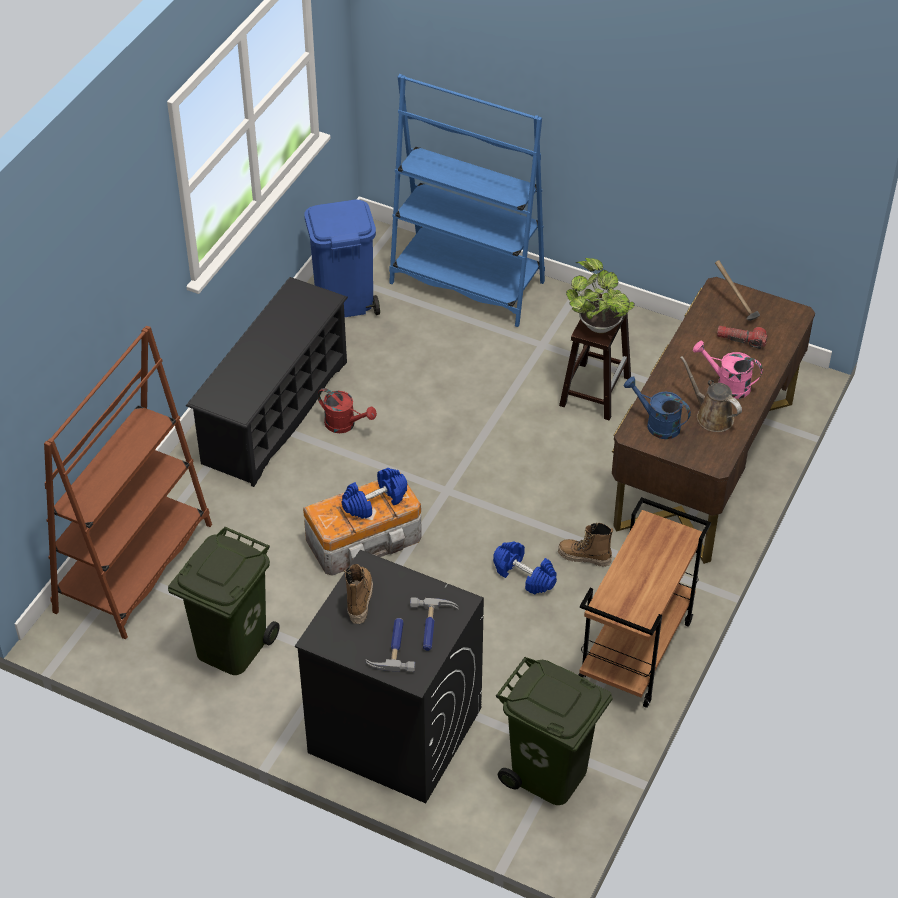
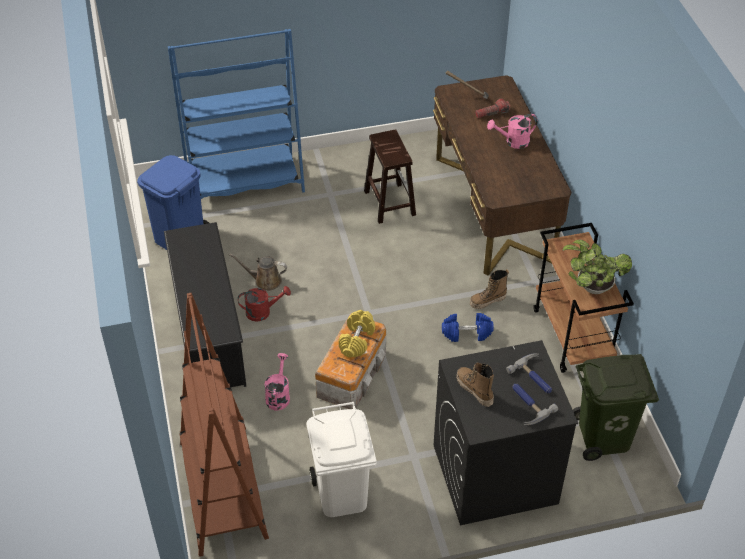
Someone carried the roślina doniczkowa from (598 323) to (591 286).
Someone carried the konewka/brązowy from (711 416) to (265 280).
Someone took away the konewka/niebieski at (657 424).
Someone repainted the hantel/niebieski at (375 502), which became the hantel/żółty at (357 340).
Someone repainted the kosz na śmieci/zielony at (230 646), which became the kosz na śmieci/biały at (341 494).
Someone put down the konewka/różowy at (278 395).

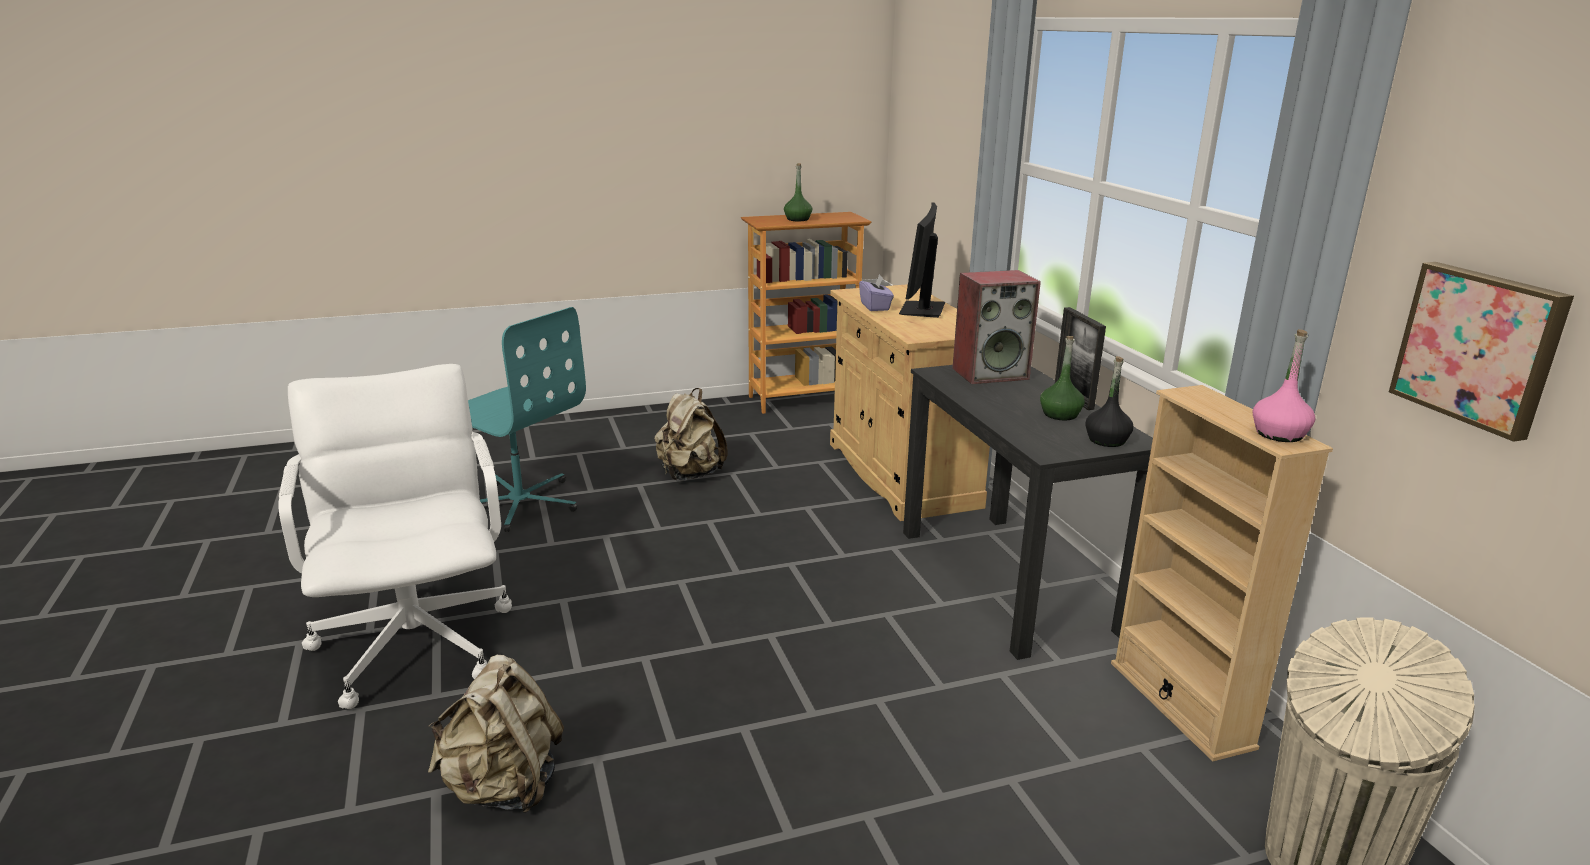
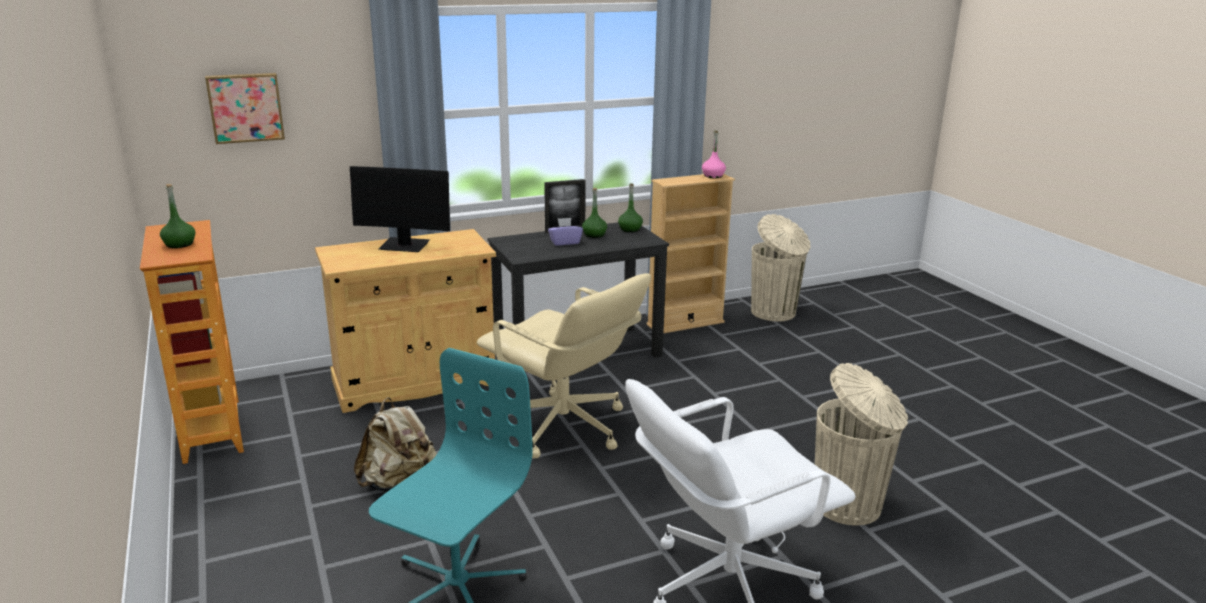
Someone carried the obraz from (1479 347) to (245 107).
Someone took away the głośnik at (991 373).
Someone carried the pudełko chusteczek/fioletowy from (875 307) to (565 242).
Someone repainted the butelka/czarny at (1107 440), which became the butelka/zielony at (630 229).
Someone swapped the plecak/beżowy at (503 787) for the kosz na śmieci/beżowy at (849 505).
Someone put down the krzesło biurowe/beżowy at (564 427).

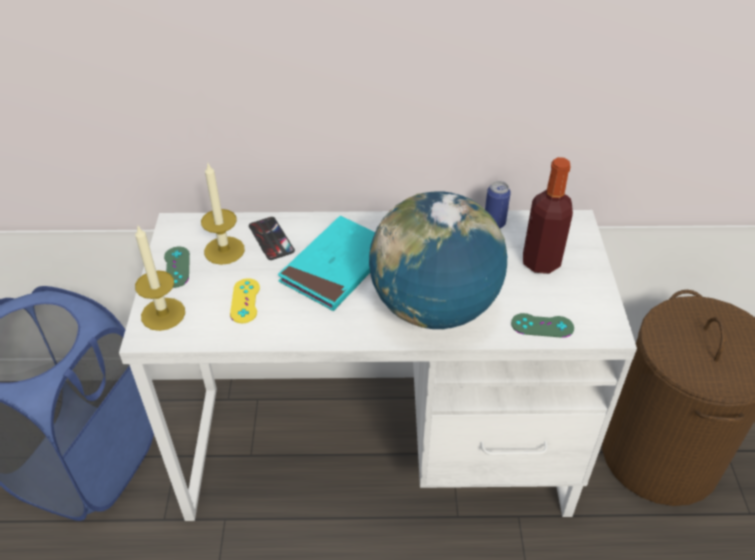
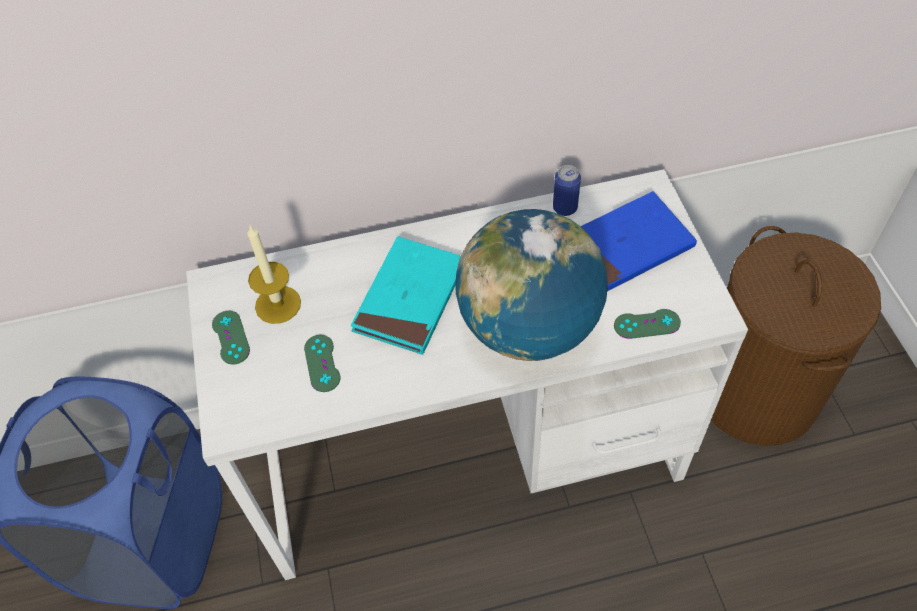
Someone swapped the butelka at (541 262) for the książka/niebieski at (626 246).
Someone took away the telefon at (271 239).
Someone took away the świeca at (163 314).
Someone repainted the pad do gier/żółty at (245 301), which became the pad do gier/zielony at (322 363).

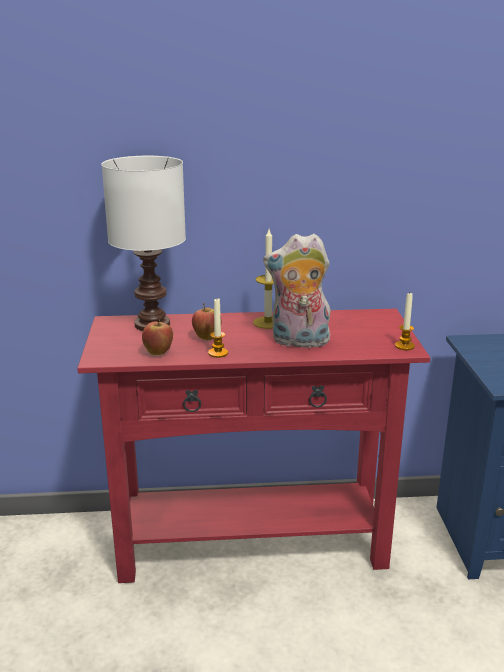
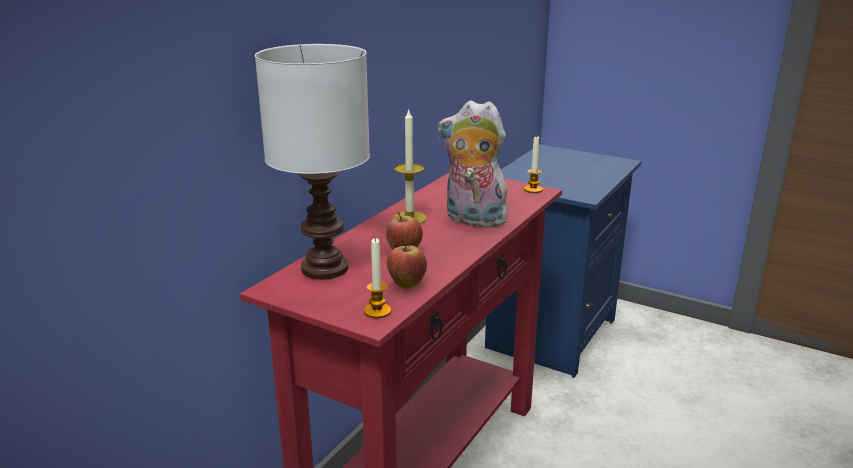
Someone rotated the pluszak at (298 342) by 75 degrees clockwise.
Someone carried the świeca from (218 353) to (377 311).

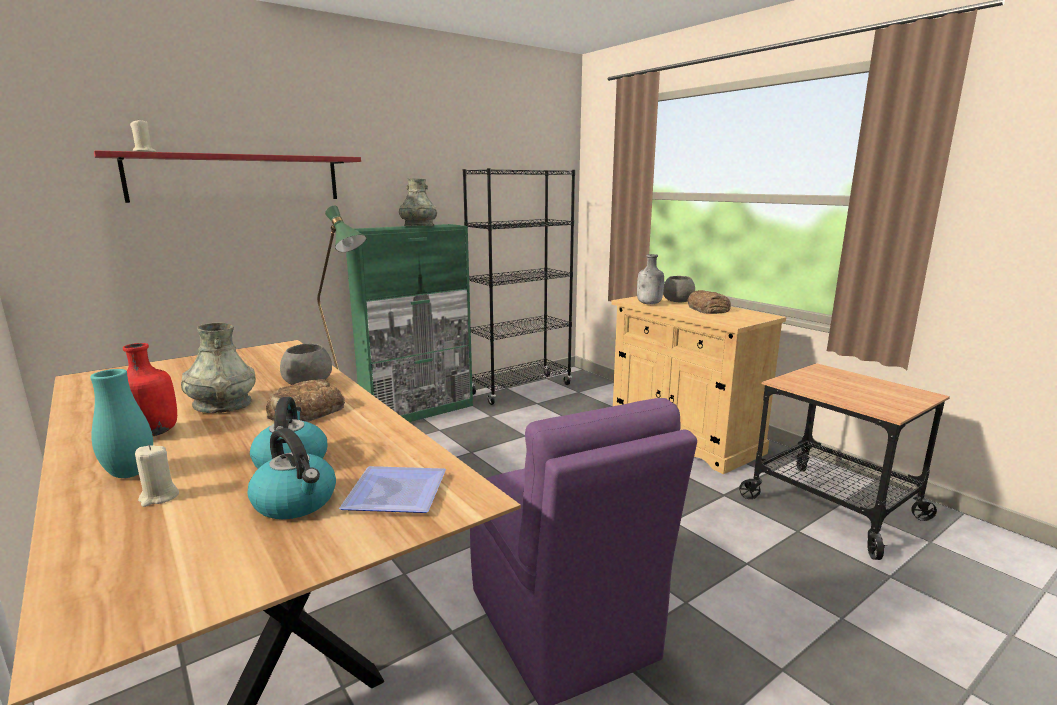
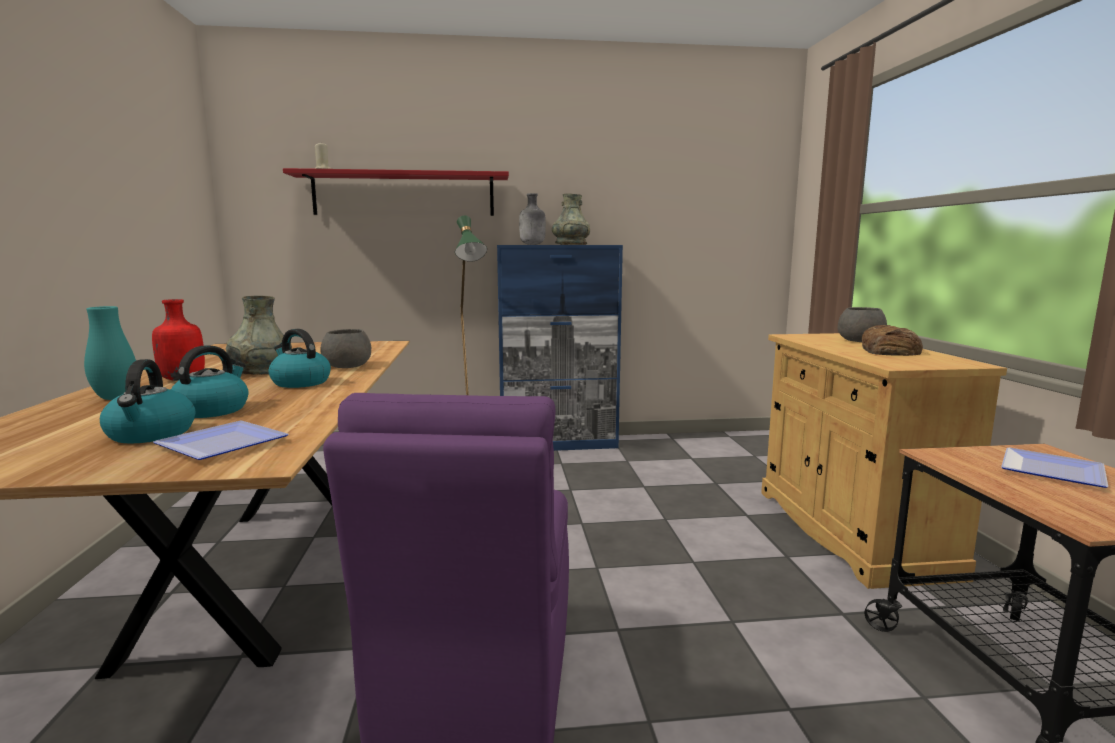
Someone took away the regał/czarny at (521 389).
Someone repainted the szafka/zielony at (419 412), which became the szafka/niebieski at (559 444).
Someone carried the butelka/szary from (649 304) to (532 244).
Someone swapped the chleb at (305 411) for the czajnik at (300 382).
Someone took away the świeca/beżowy at (159 497).
Someone put down the talerz at (1048 470).

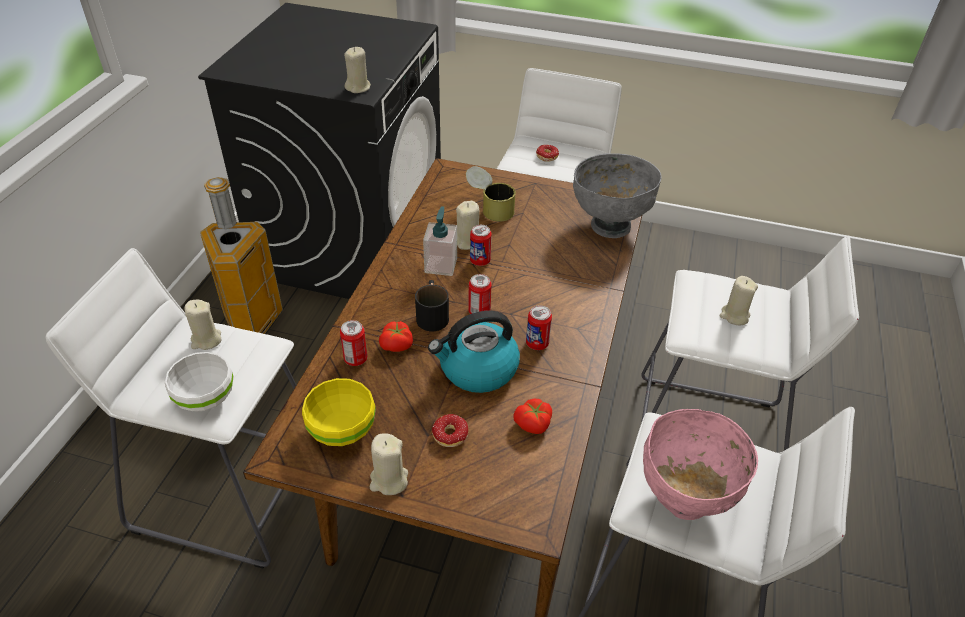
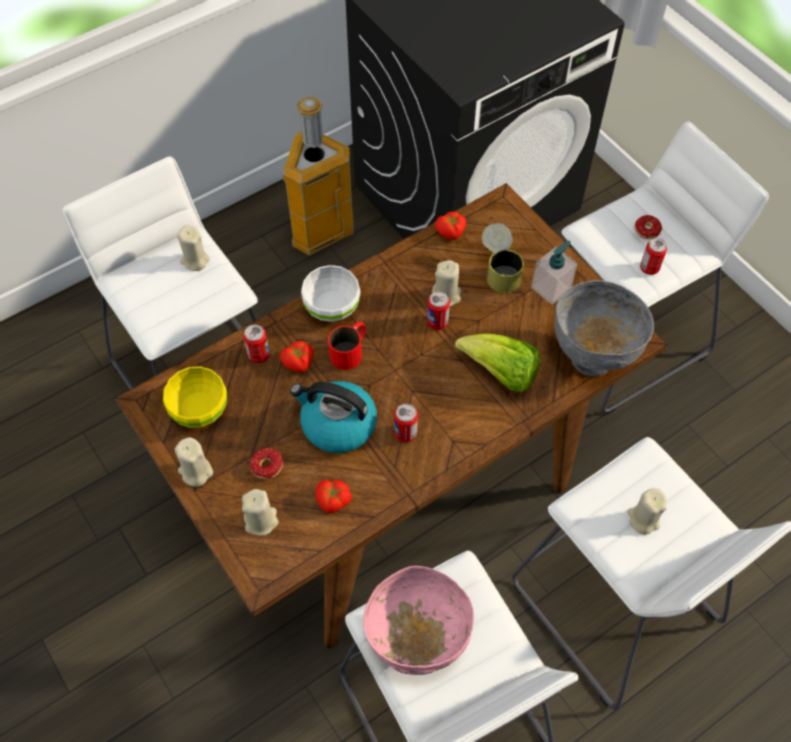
Someone carried the świeca/beżowy from (358 87) to (261 521).
Someone carried the dozownik mydła from (441 265) to (551 288).
Someone carried the puszka from (479 311) to (649 268).
Someone repainted the kubek/czarny at (432 313), which became the kubek/czerwony at (350 350).
Someone carried the miska/biały from (205 399) to (331 308).
Someone put down the pomidor at (451 232).
Someone put down the sałata at (500 373).

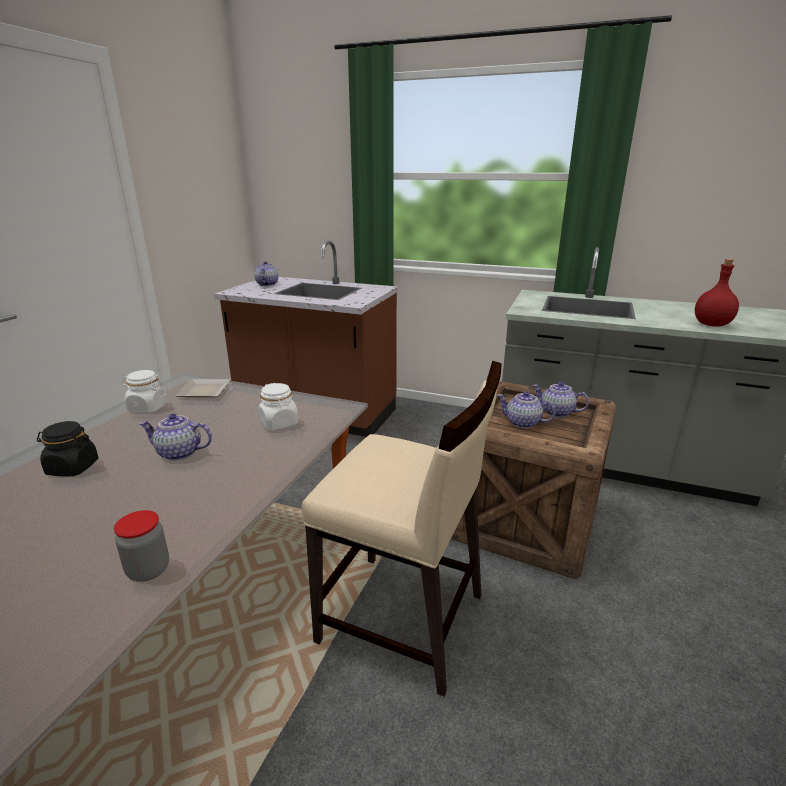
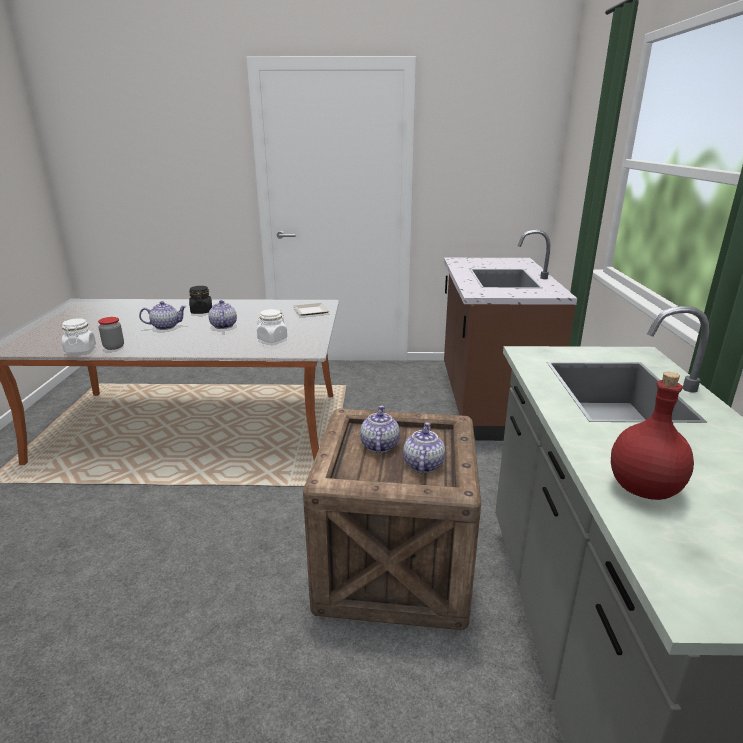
Someone carried the imbryk from (267 284) to (166 326).
Someone took away the krzesło/beżowy at (403 620).
Someone carried the słoik/biały from (147 408) to (80 349).

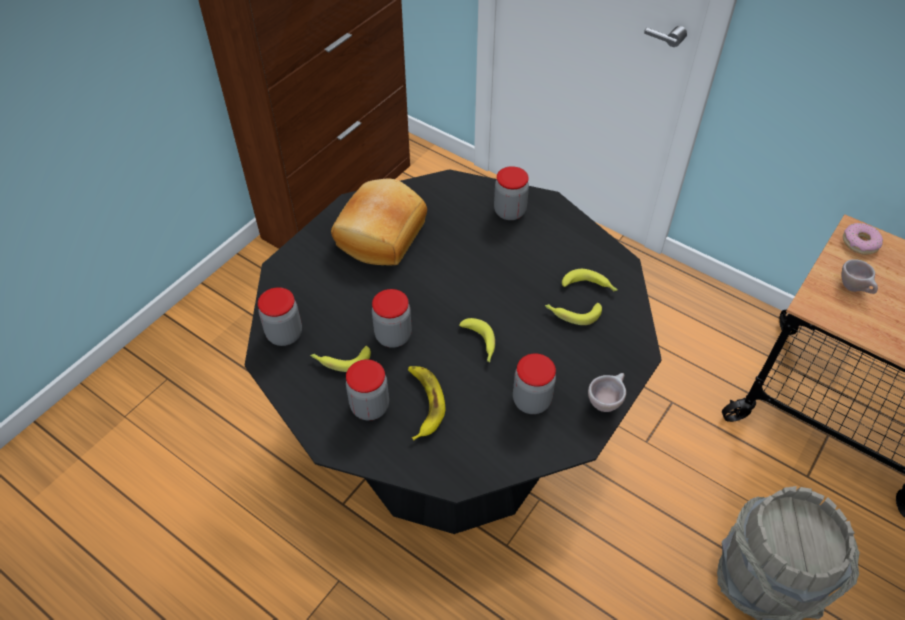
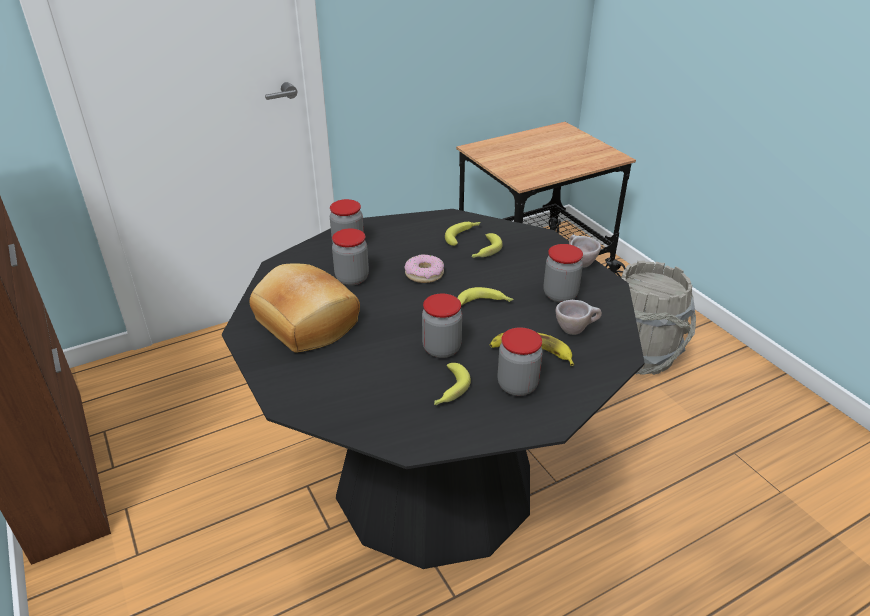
Someone carried the donut from (859 243) to (424 274).
Someone carried the filiżanka/beżowy from (854 288) to (576 330).
Someone carried the słoik from (284 334) to (352 278).

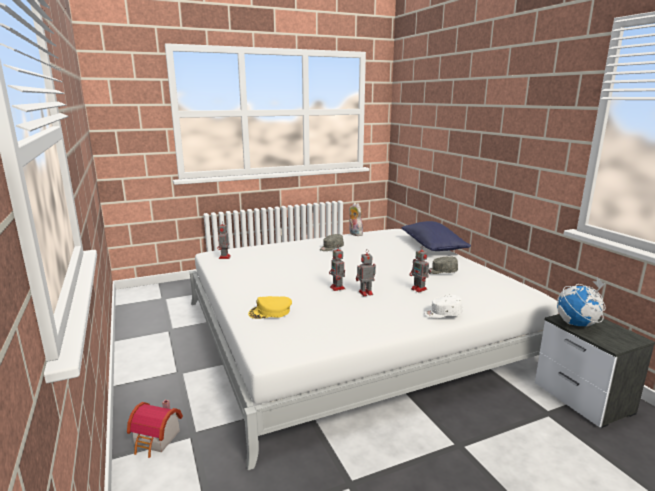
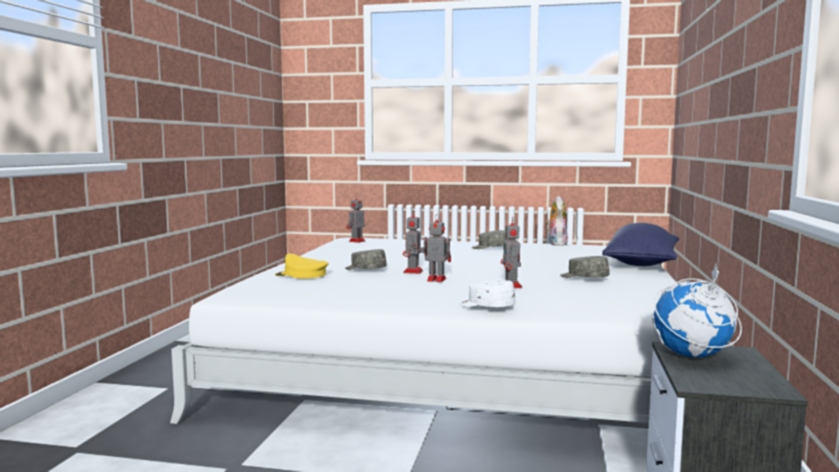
Someone took away the domek at (156 440).
Someone put down the czapka z daszkiem/szary at (365 269).

